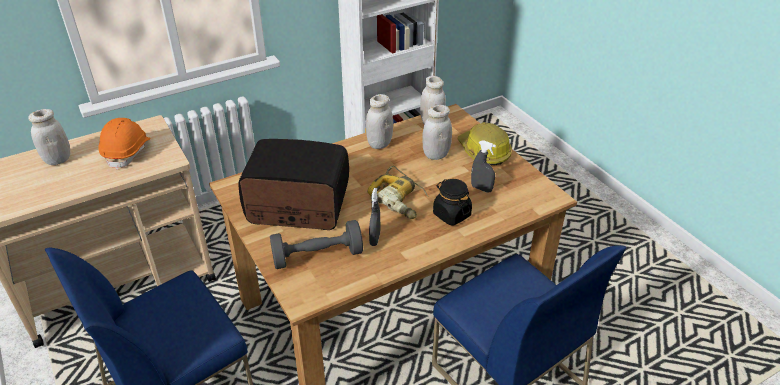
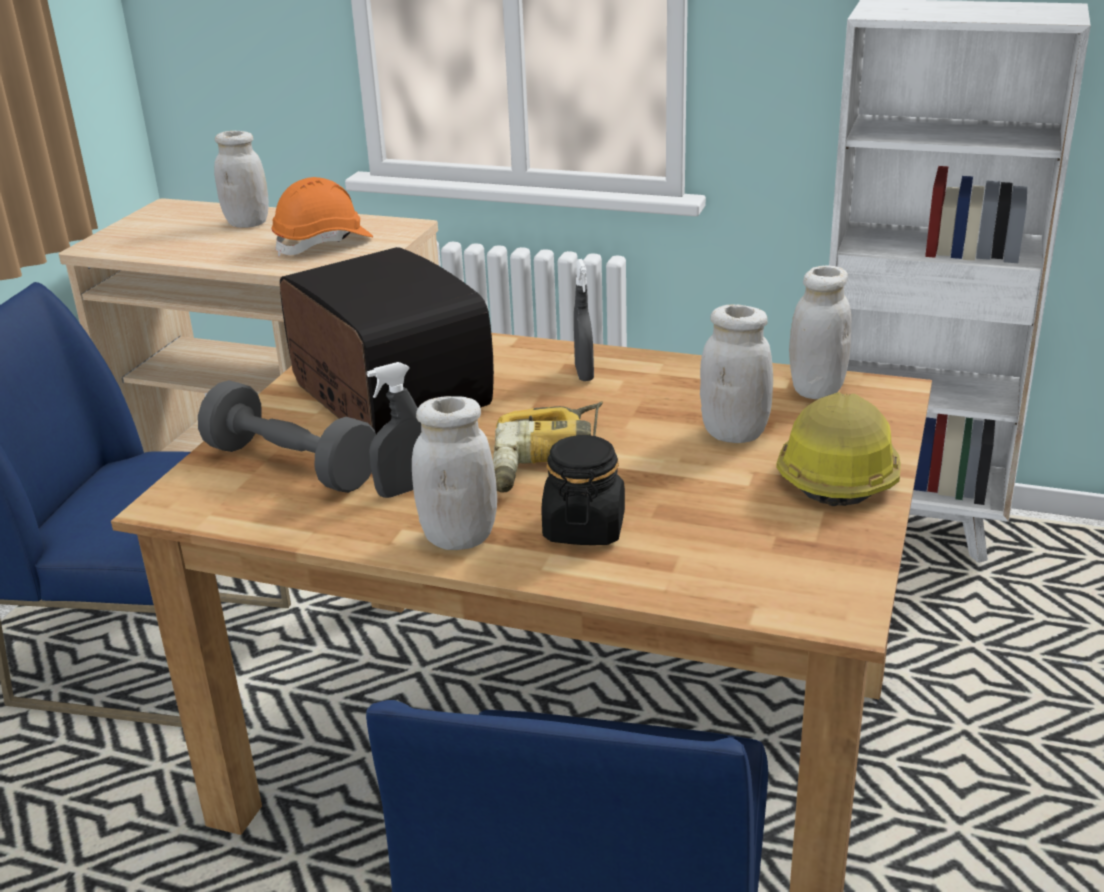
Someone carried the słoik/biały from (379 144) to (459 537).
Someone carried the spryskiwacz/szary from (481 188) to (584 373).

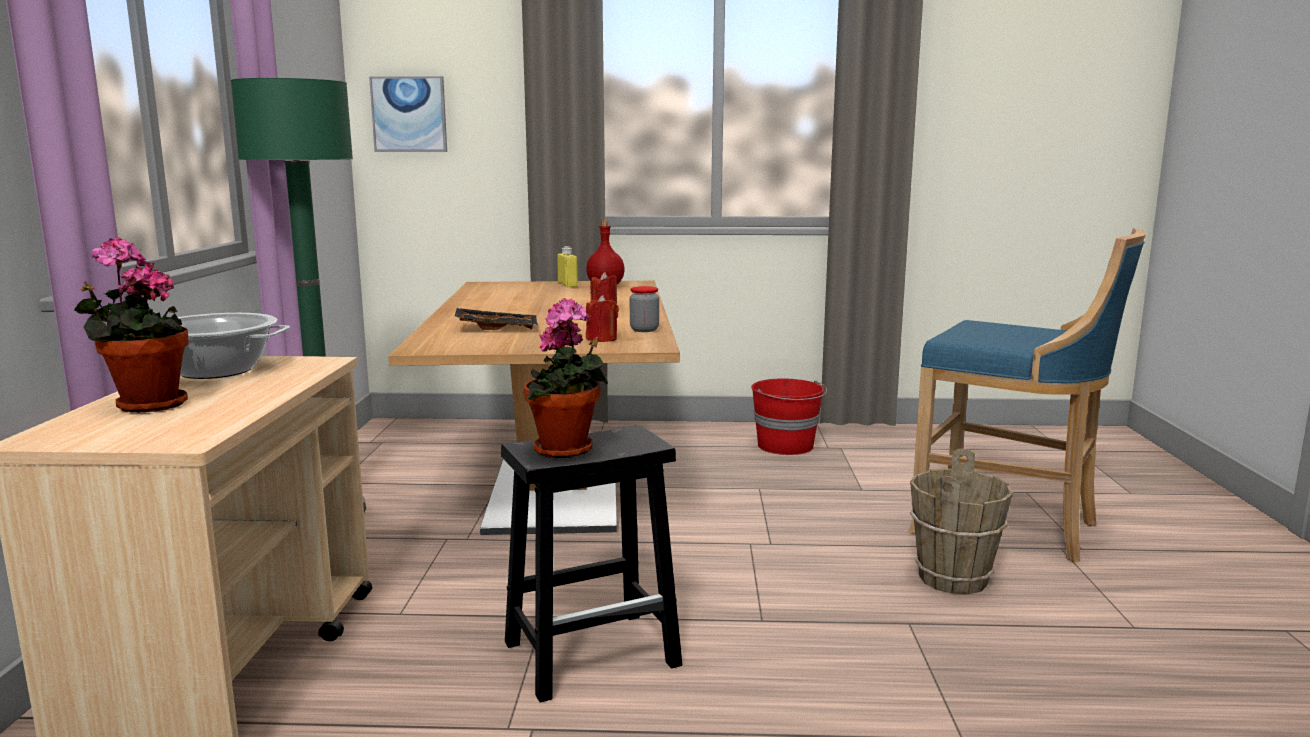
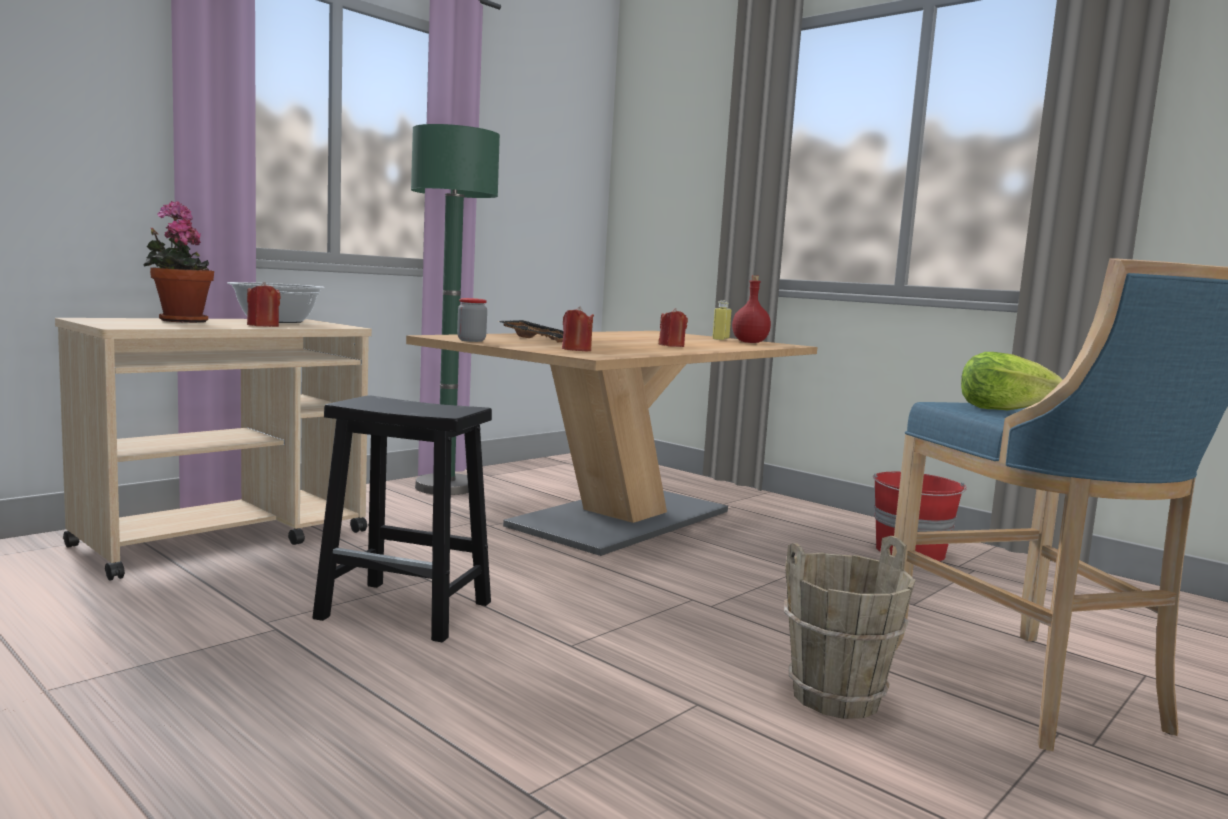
Someone took away the obraz at (409 114).
Someone carried the słoik from (644 330) to (471 340).
Someone took away the roślina doniczkowa at (567 451).
Someone put down the świeca/czerwony at (263 326).
Someone put down the sałata at (1001 410).

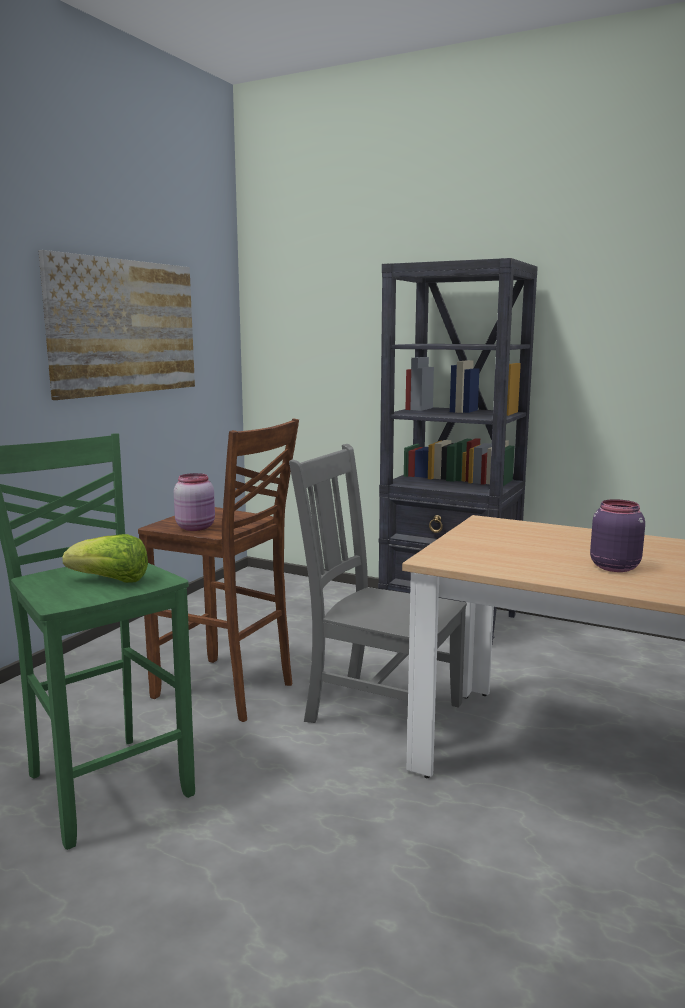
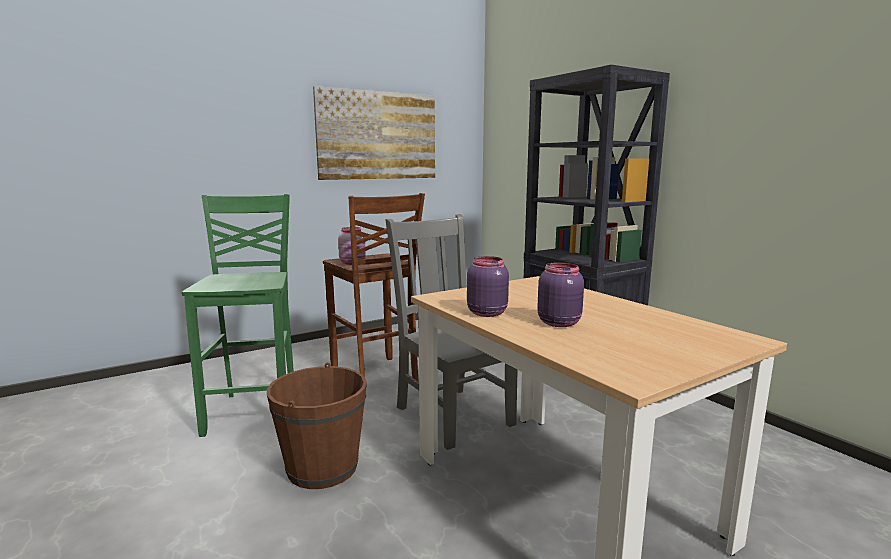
Someone took away the sałata at (111 581).
Someone put down the słoik/fioletowy at (486 312).
Someone put down the wiadro/brązowy at (322 468).

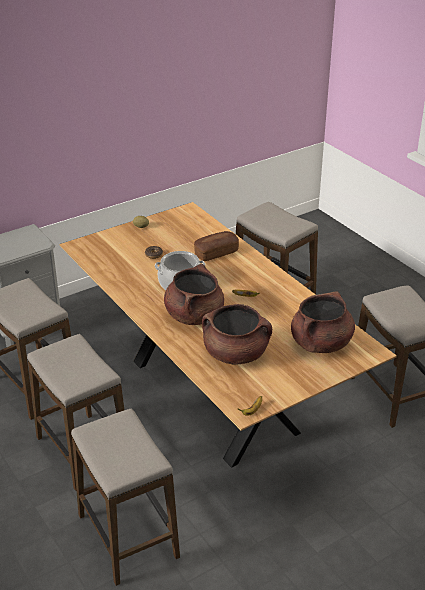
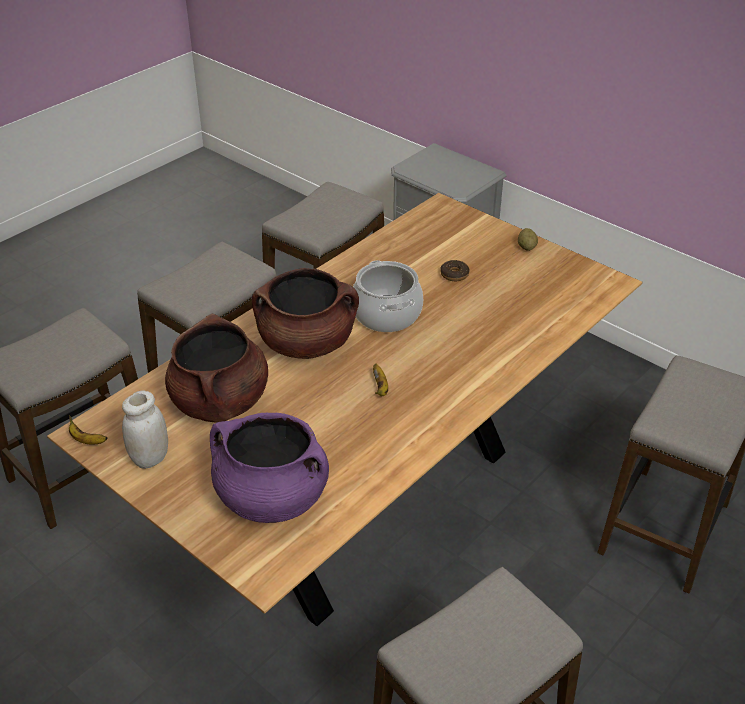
Someone took away the chleb at (216 253).
Someone repainted the garnek/brązowy at (321 344), which became the garnek/fioletowy at (272 497).
Someone put down the słoik/biały at (150 458).

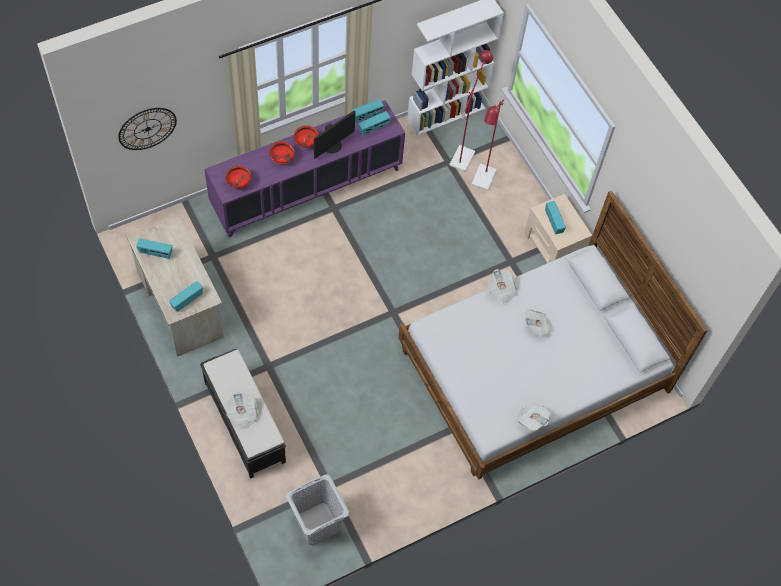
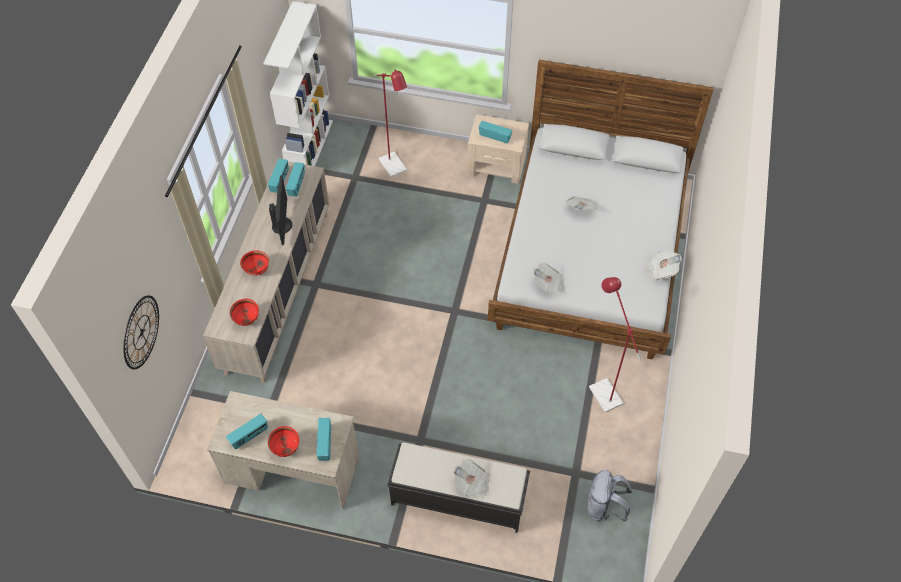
Someone carried the lampa stojąca/czerwony from (464 154) to (602 390).
Someone repainted the szafka/fioletowy at (306 189), which became the szafka/beżowy at (277 291).
Someone carried the miska/czerwony from (306 143) to (286 448).
Someone carried the gazeta from (501 291) to (549 285).
Someone swapped the kosz na pranie/szary at (317 524) for the plecak/szary at (604 507).

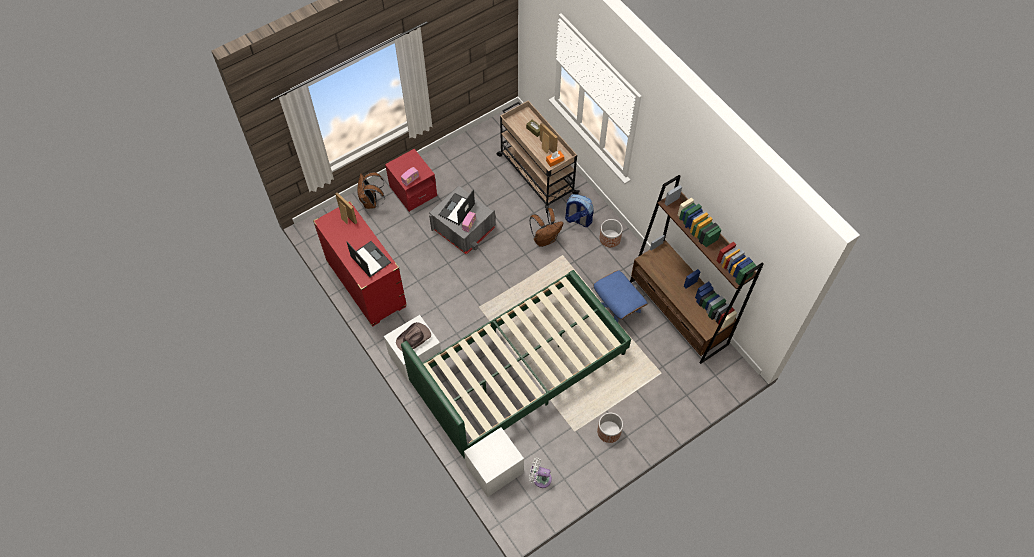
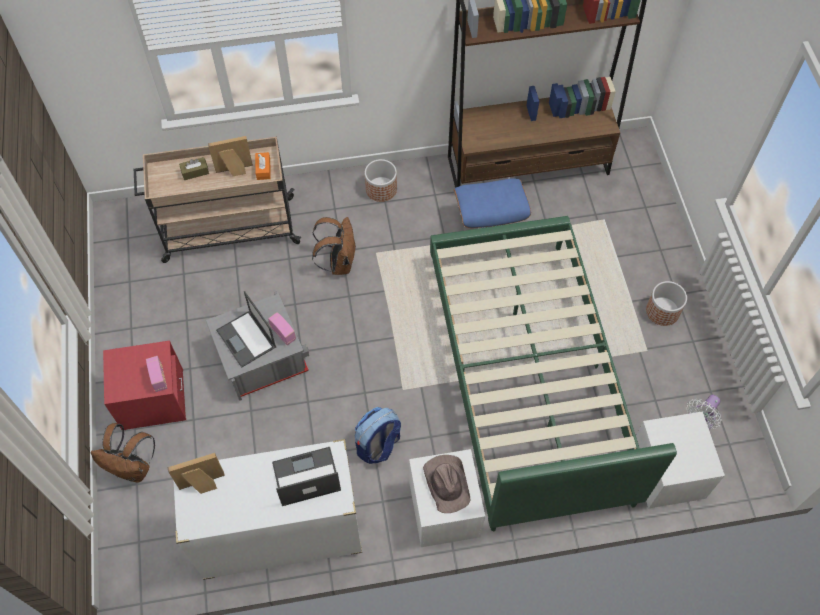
Someone carried the plecak from (577 219) to (378 446).
Someone repainted the komoda/czerwony at (366 284), which became the komoda/biały at (280 534).

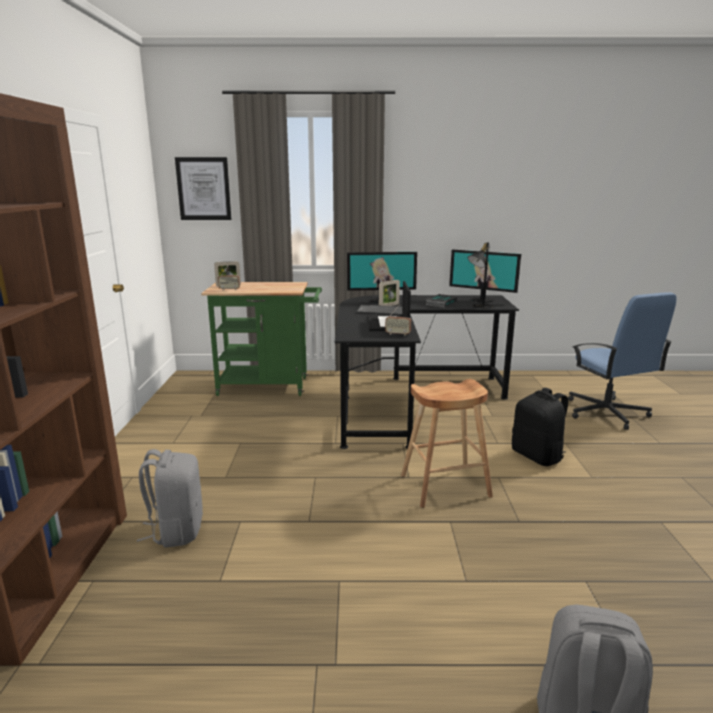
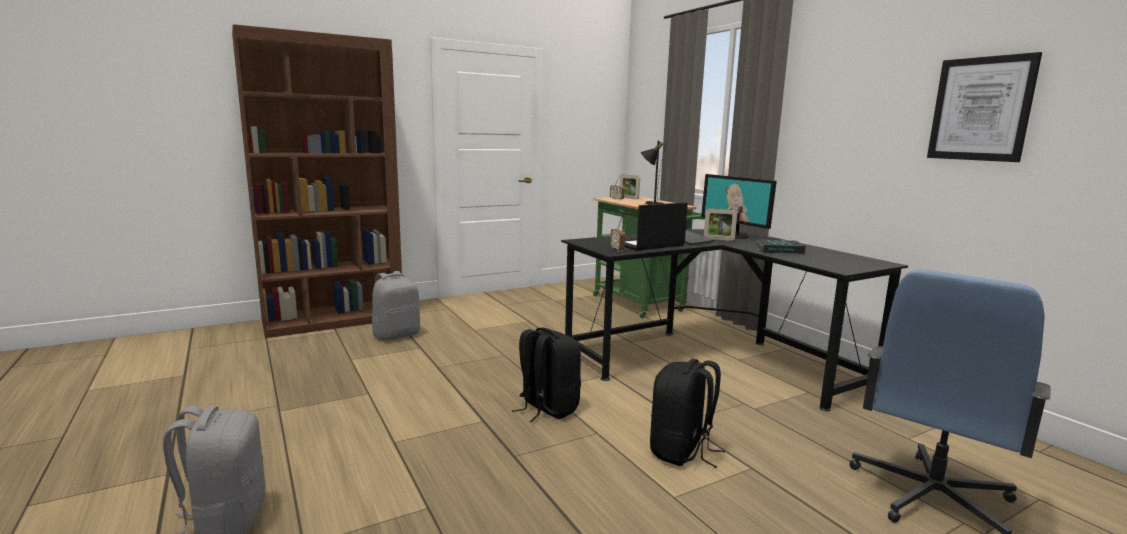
Someone carried the obraz from (204 189) to (981 109).
Someone carried the lampa stołowa/czarny from (479 306) to (651 203).
Someone took away the monitor at (482 300).
Someone swapped the stołek/brązowy at (445 486) for the plecak/czarny at (546 408).

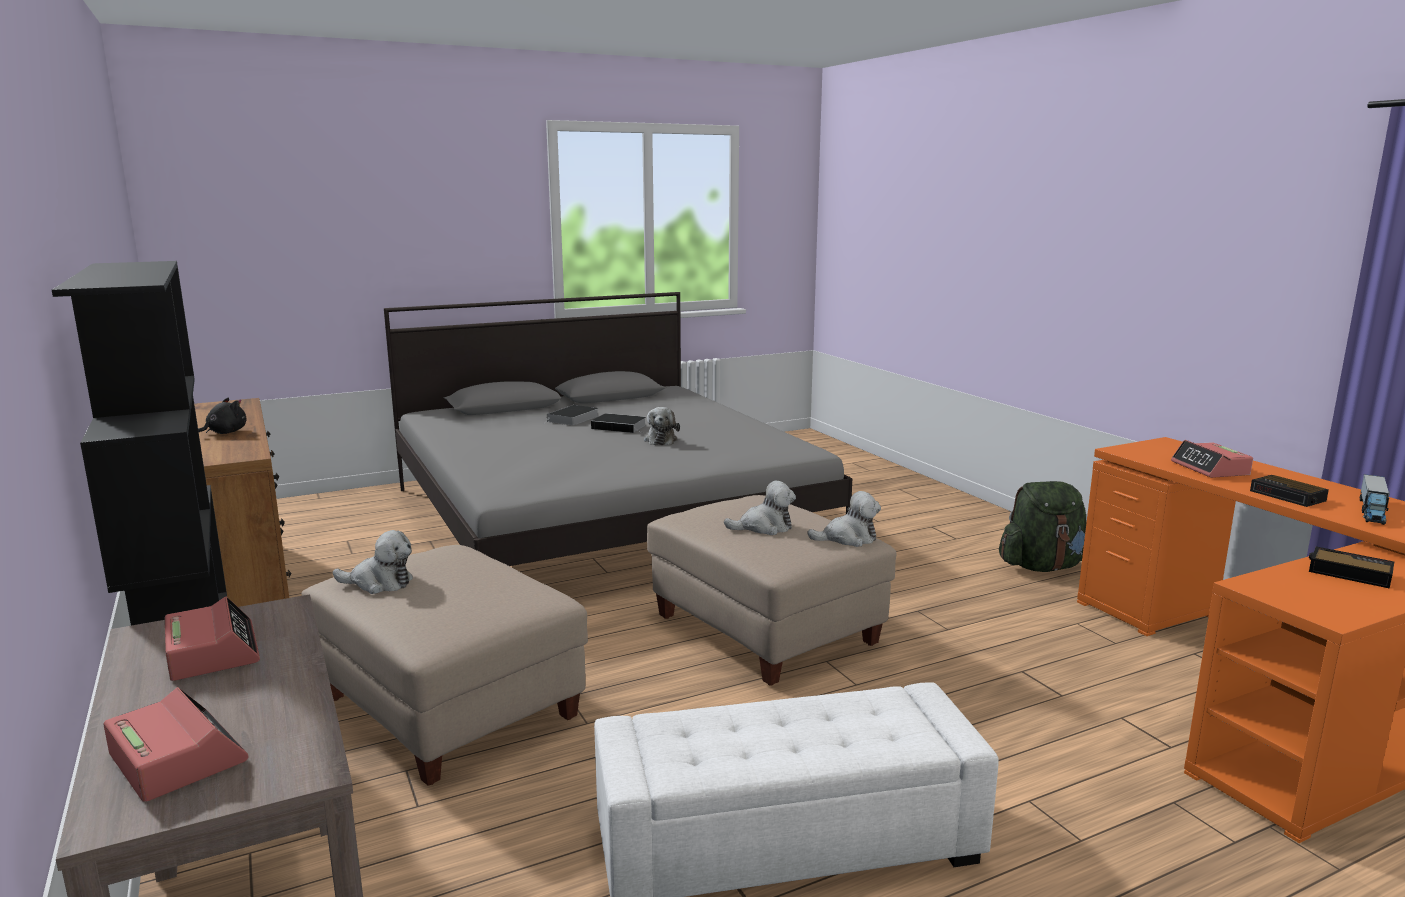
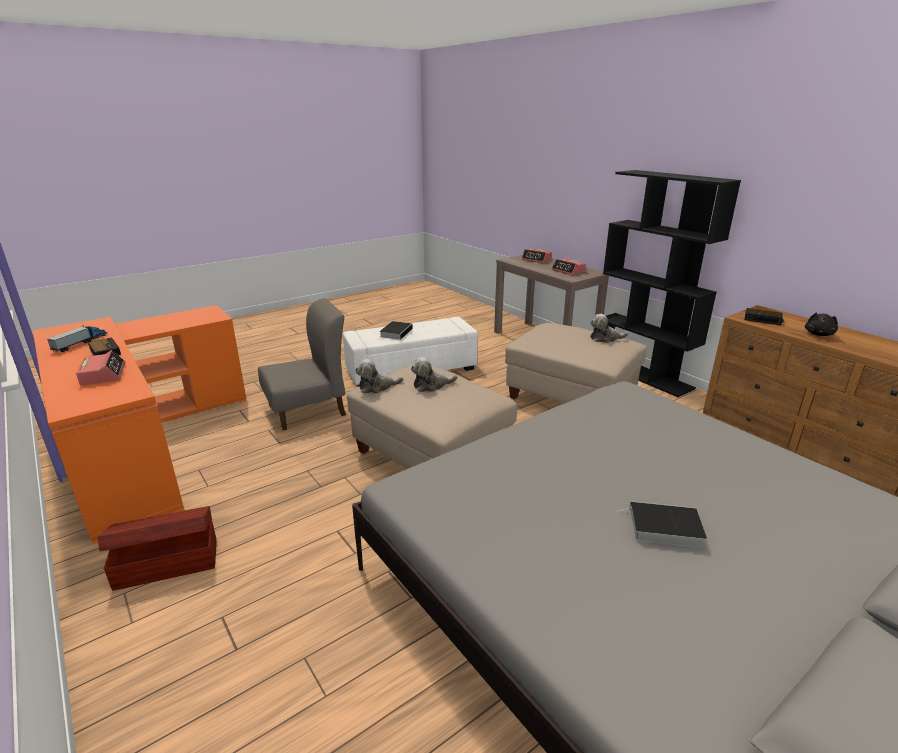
Someone carried the książka from (572 419) to (396 332).
Someone took away the pluszak at (661 440).
Someone swapped the plecak/zielony at (1042 566) for the pojemnik do przechowywania/brązowy at (166 563).
Someone carried the budzik from (1347 572) to (763 319).
Someone put down the krzesło/szary at (307 410).

